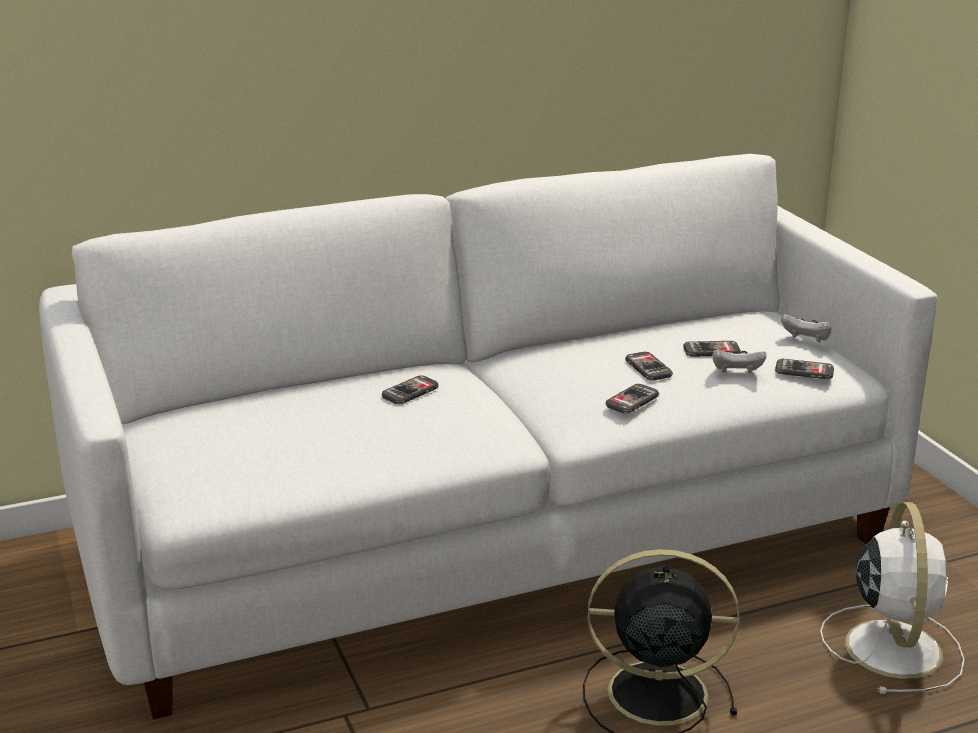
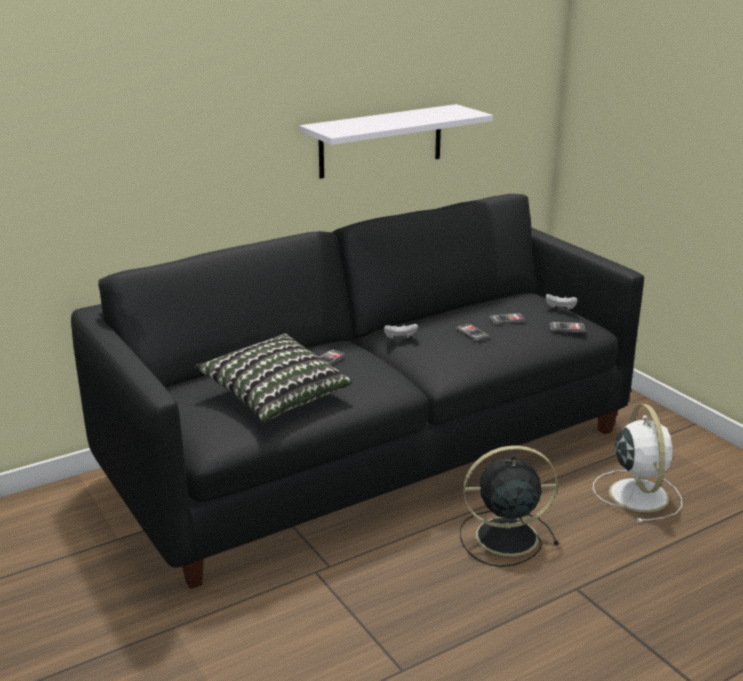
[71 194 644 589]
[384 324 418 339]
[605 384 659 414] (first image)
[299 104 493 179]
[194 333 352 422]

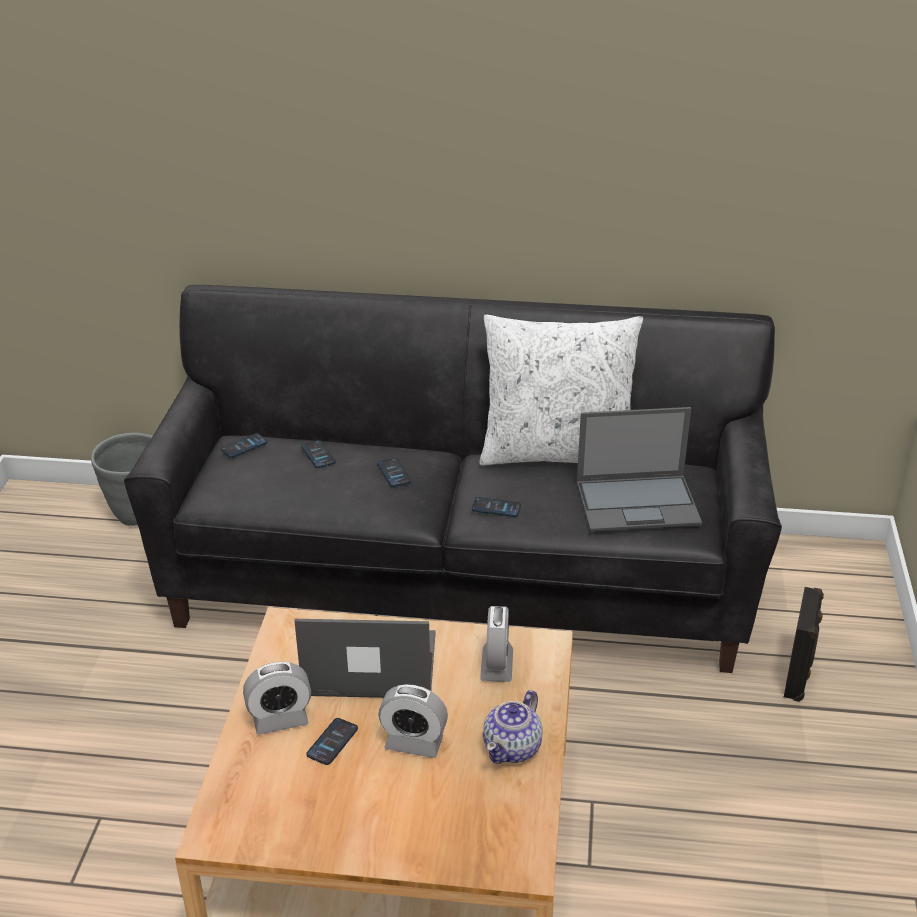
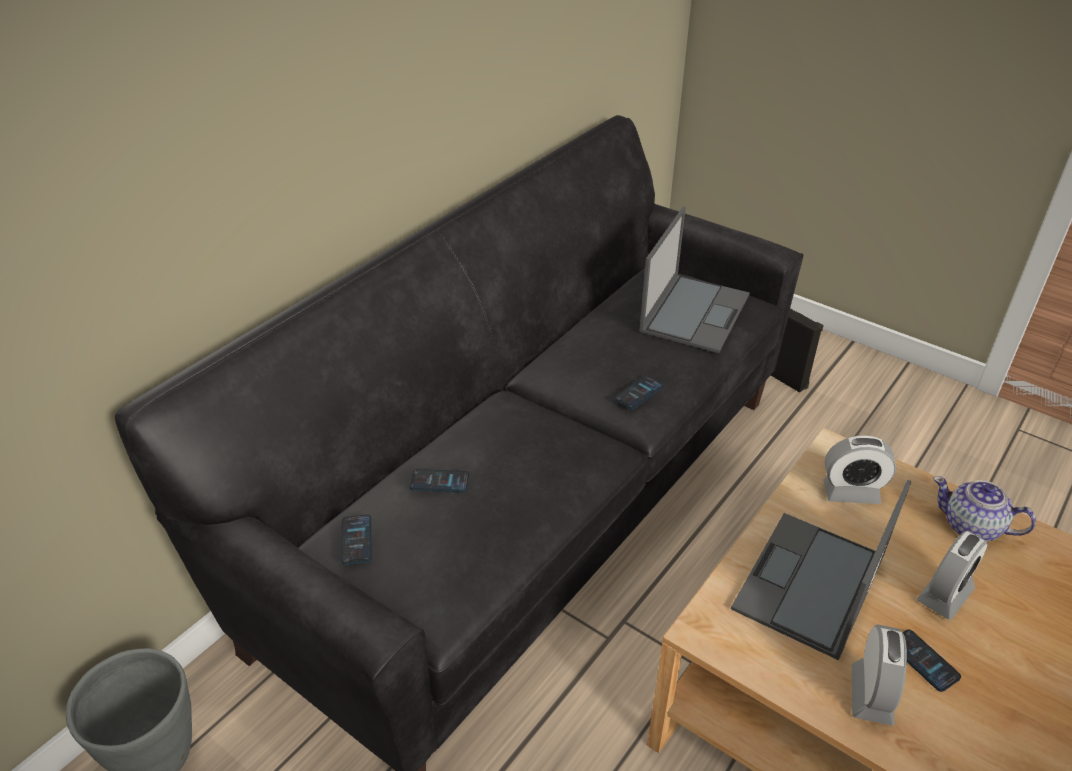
[479 315 643 466] (first image)
[377 458 411 487] (first image)
[823 435 897 504]
[933 476 1036 541]

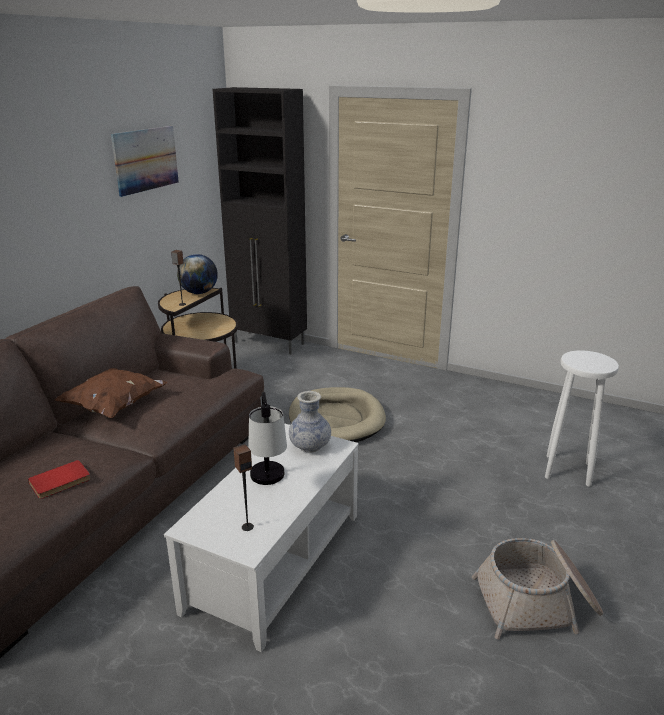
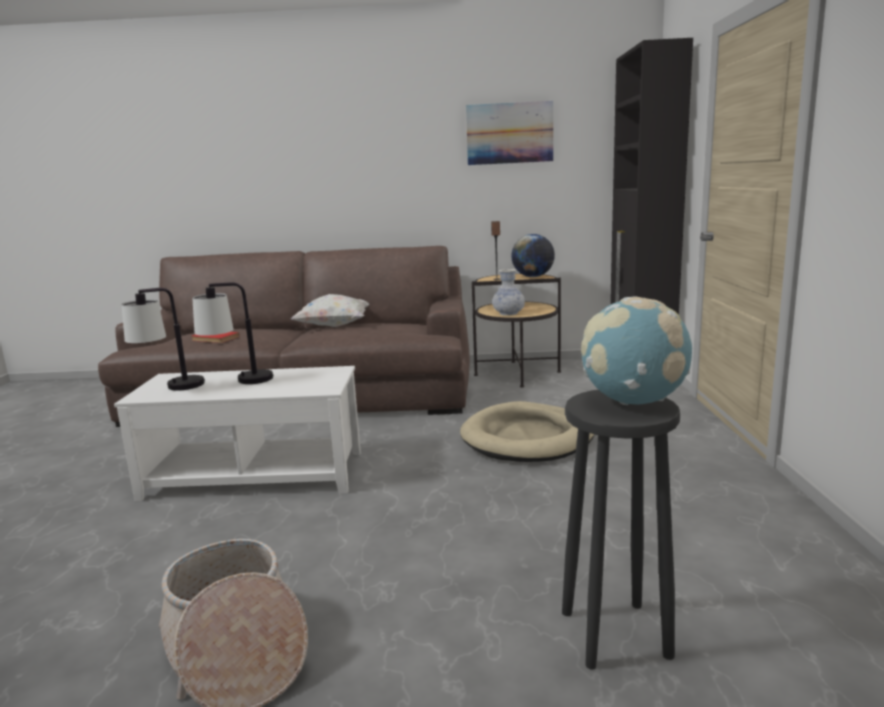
[562 390 680 670]
[291 294 369 327]
[492 269 525 316]
[121 288 205 390]
[581 296 692 405]

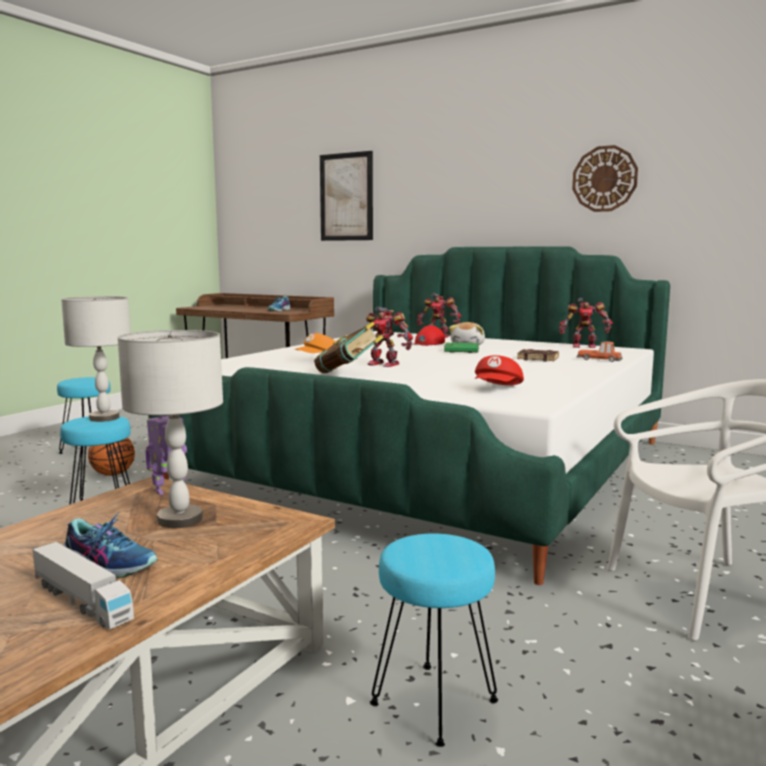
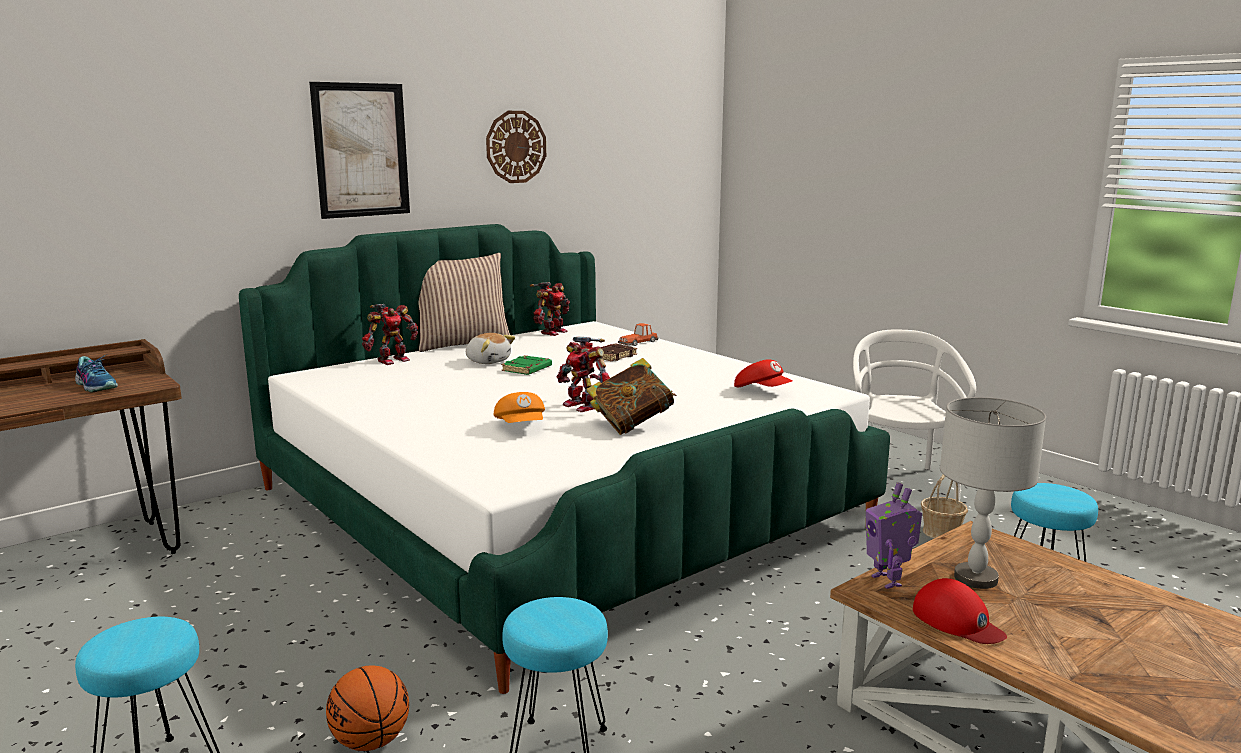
[309 82 410 219]
[61 296 131 422] (first image)
[556 337 610 412]
[913 578 1007 644]
[63 512 157 578] (first image)
[33 542 134 629] (first image)
[418 253 510 352]
[921 475 968 538]

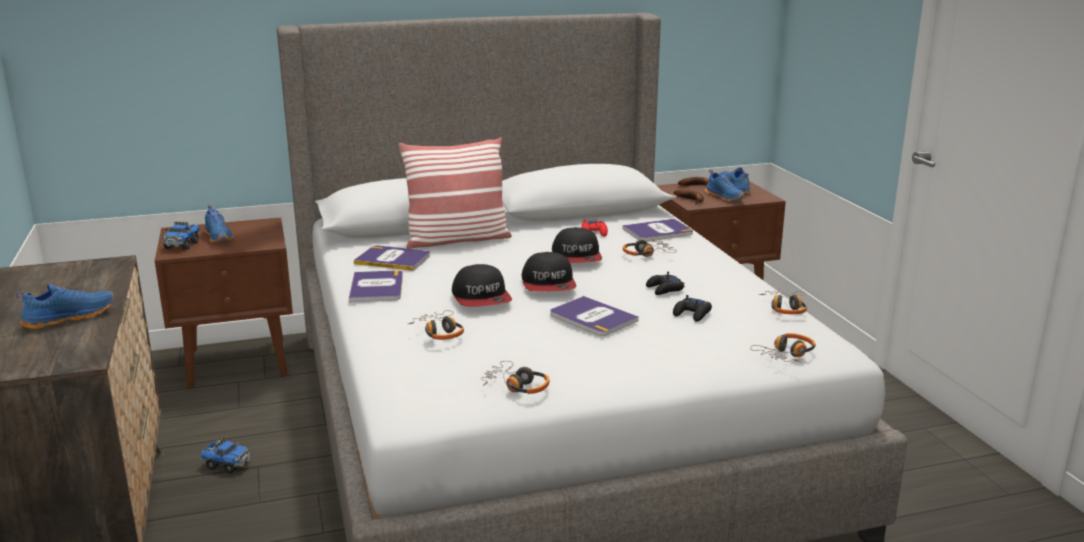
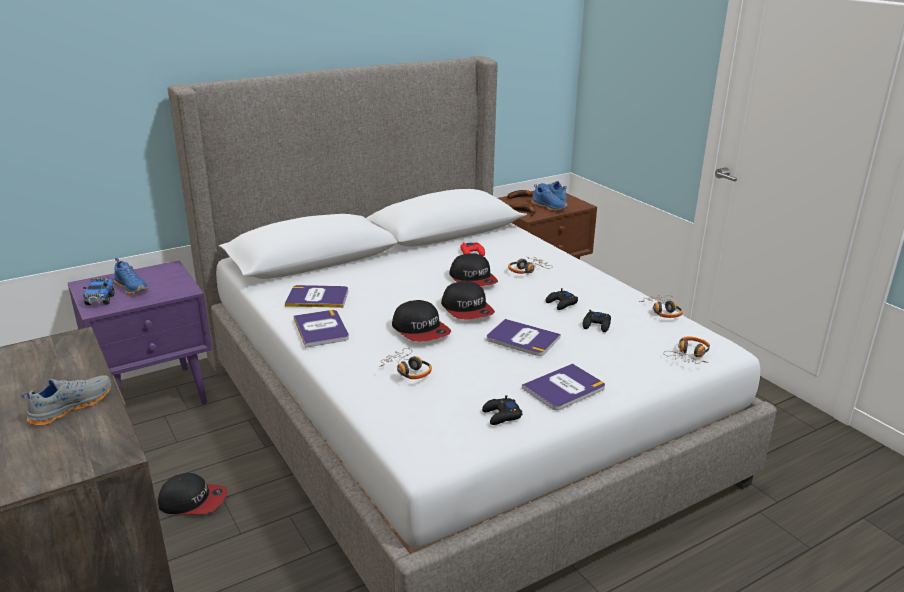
[399 137 512 249] (first image)
[68 260 212 405]
[522 363 605 410]
[21 375 111 426]
[482 395 522 425]
[158 473 227 515]

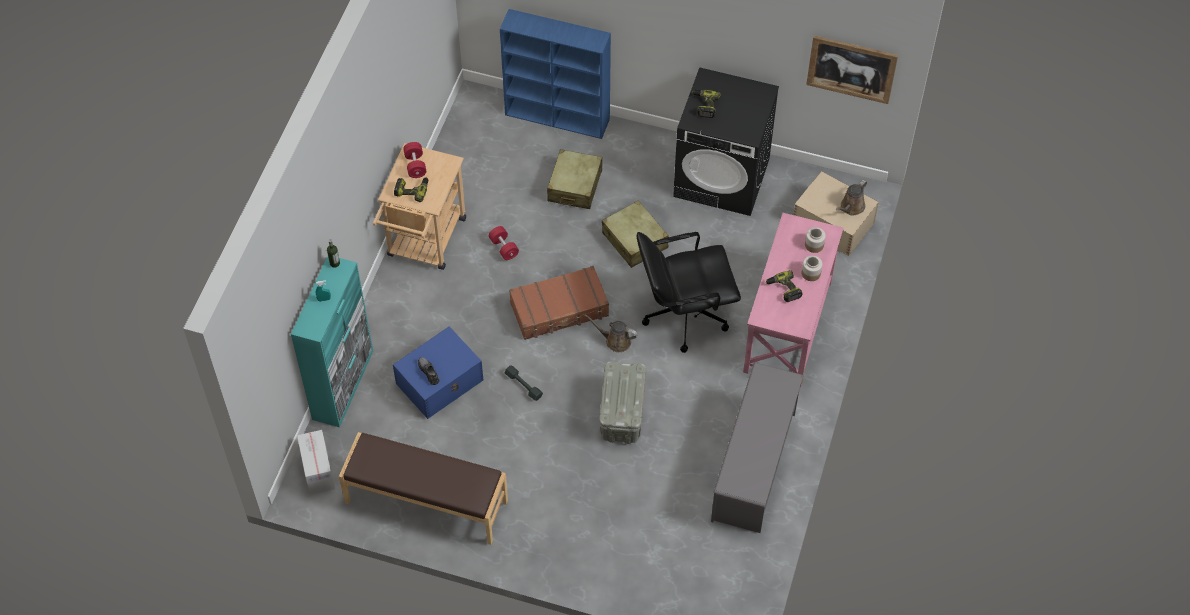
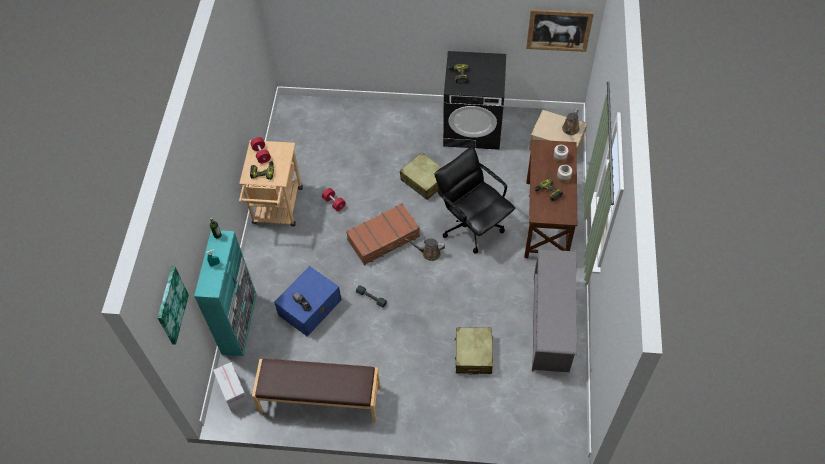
[500 9 611 139] (first image)
[454 327 493 375]
[524 140 577 258]
[434 146 515 254]
[599 361 646 444] (first image)
[157 266 189 345]

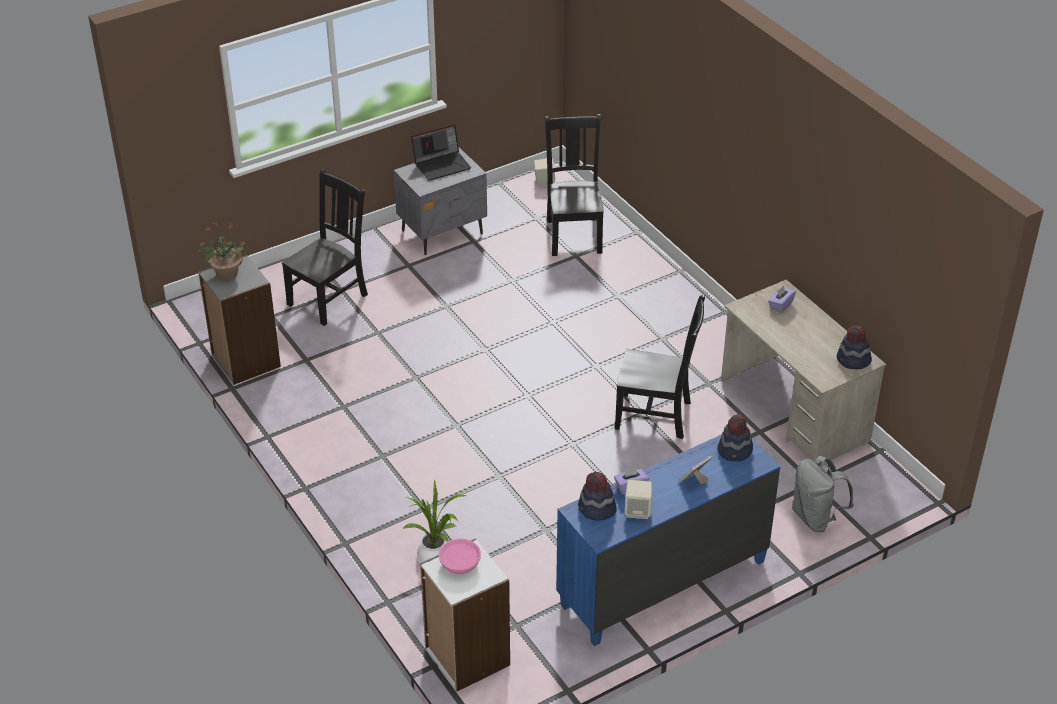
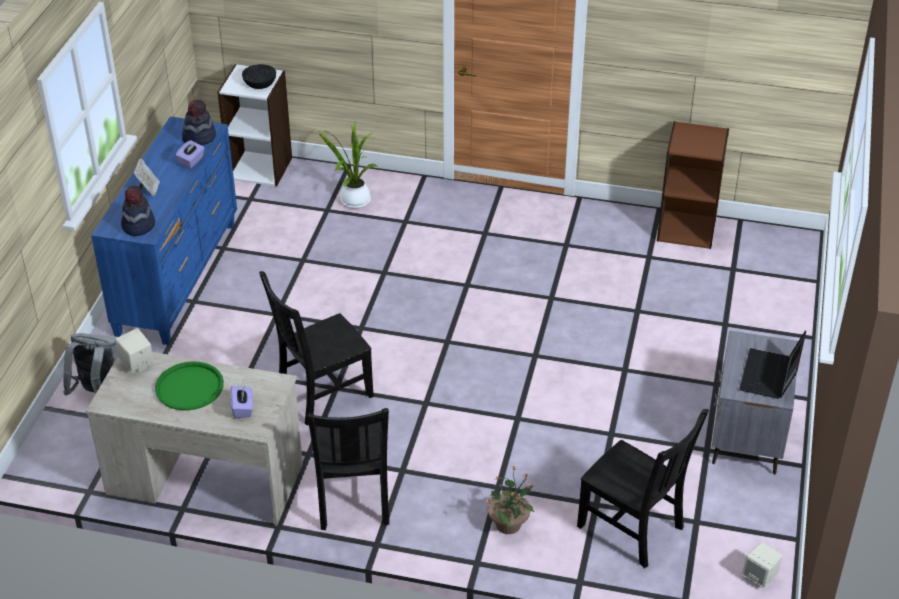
[307 408 389 530]
[484 465 534 534]
[657 121 729 249]
[837 325 872 369] (first image)
[115 328 153 373]
[242 64 276 89]
[155 361 224 411]

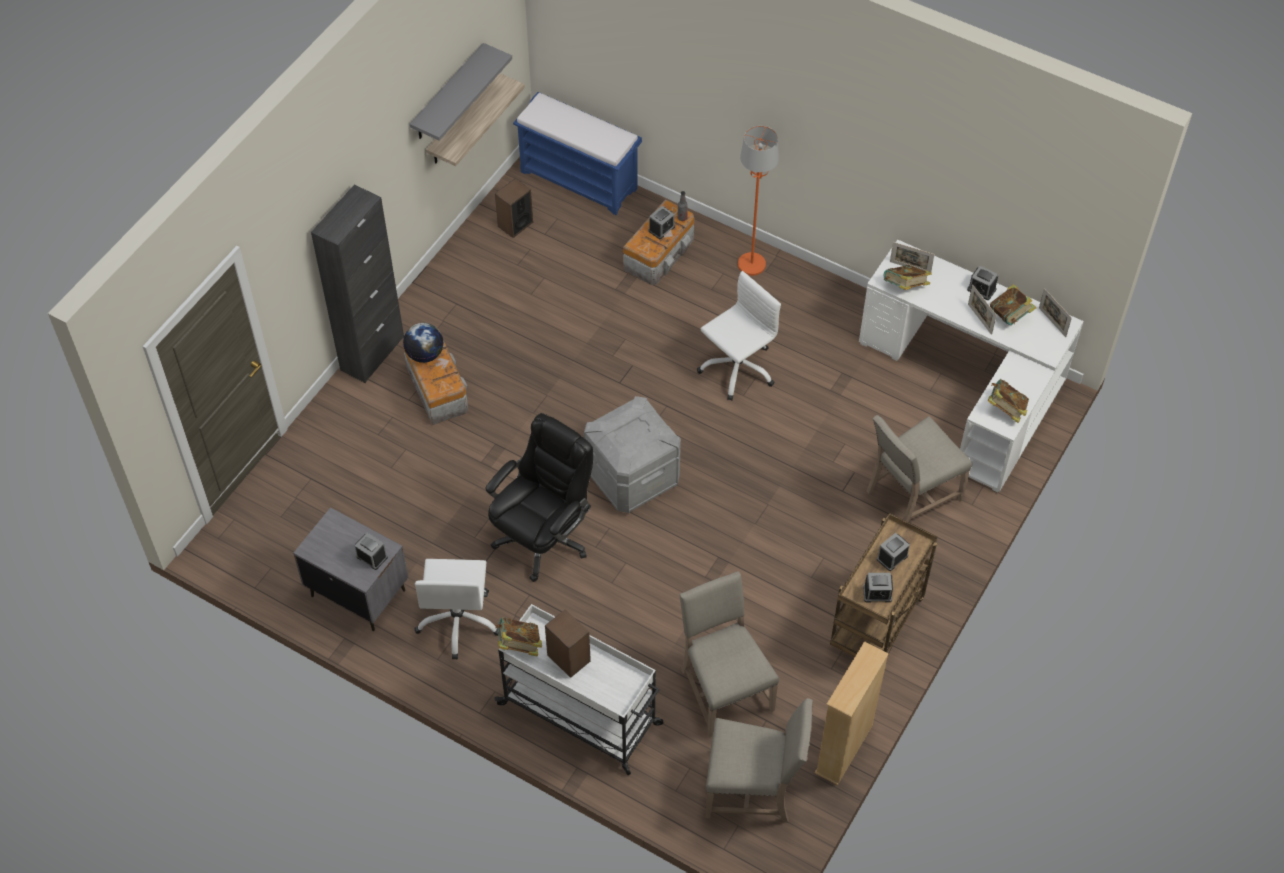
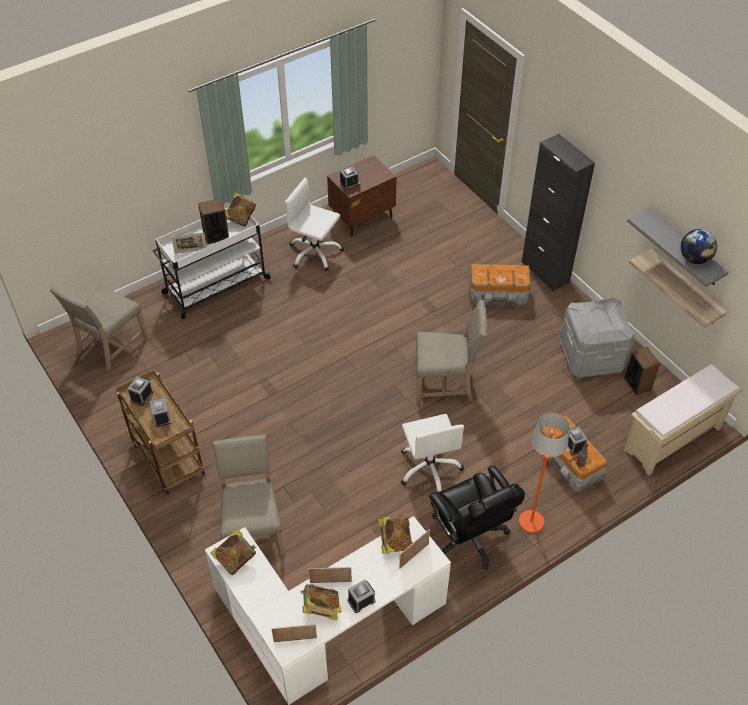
[624 364 742 475]
[681 229 717 264]
[559 298 635 378]
[429 465 525 570]
[327 155 396 237]
[416 300 487 404]
[815 641 888 785] (first image)
[172 232 207 254]

